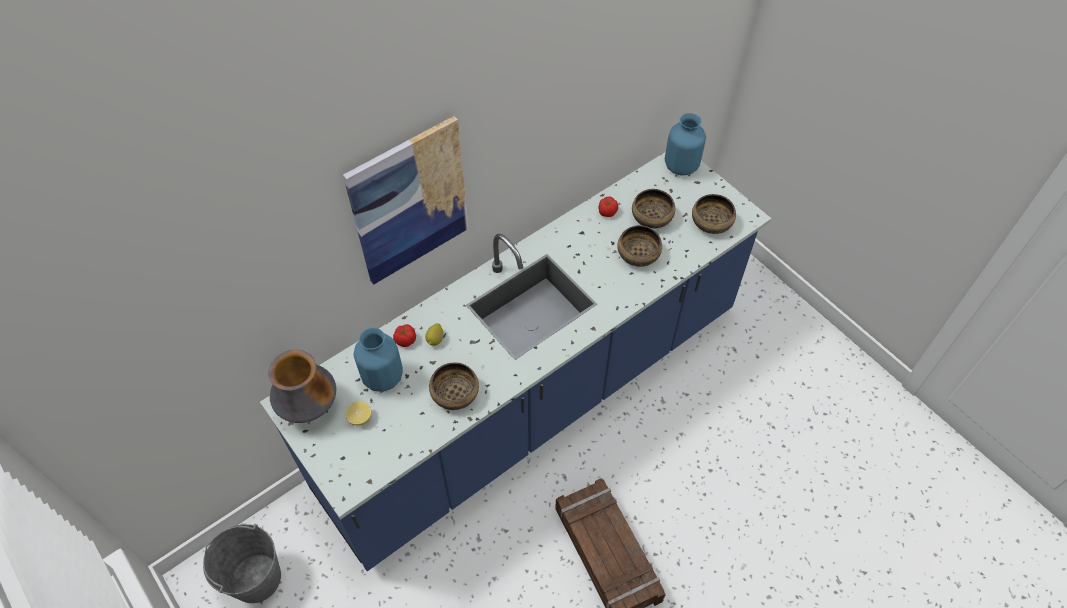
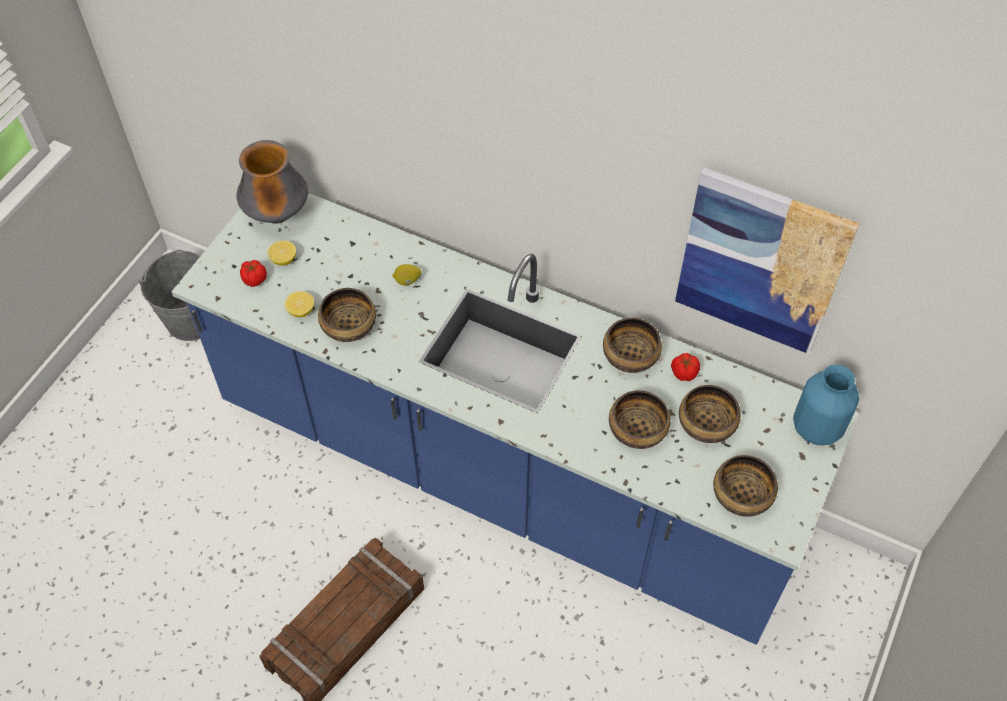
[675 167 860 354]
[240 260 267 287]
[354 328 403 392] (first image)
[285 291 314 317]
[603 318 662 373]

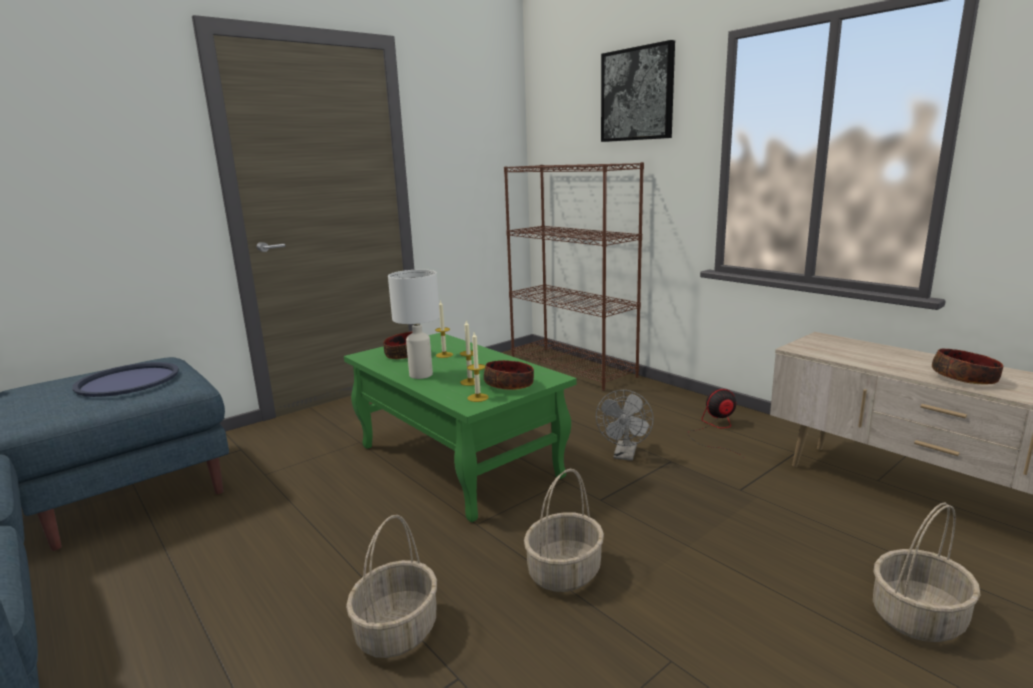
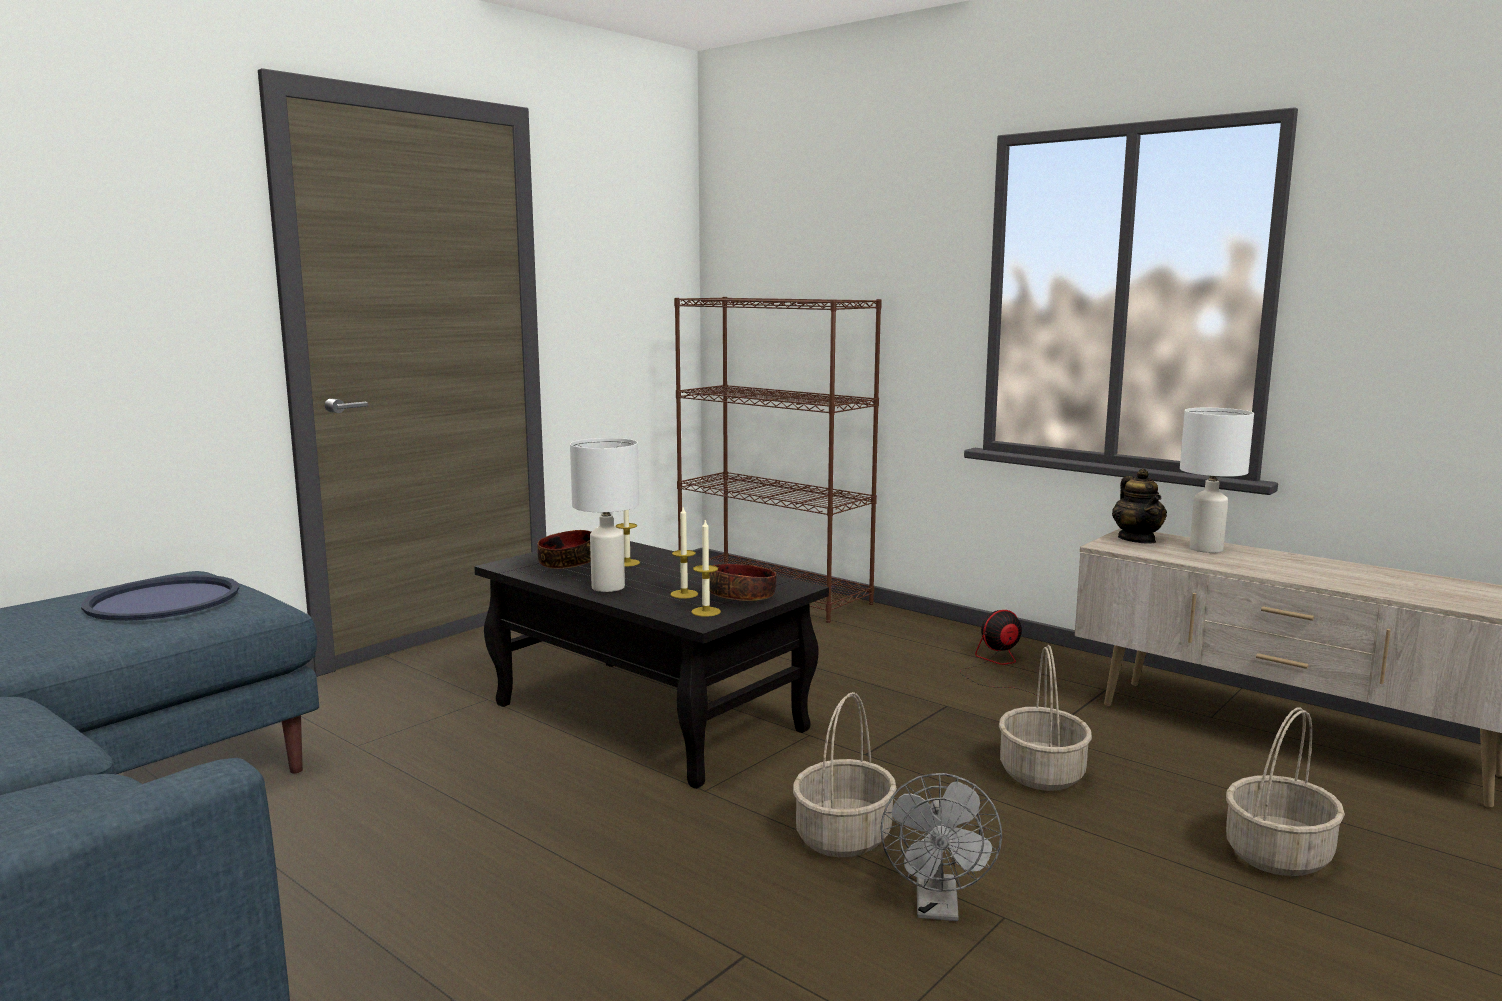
[601 40 675 142] (first image)
[474 541 829 789]
[932 348 1003 384] (first image)
[880 773 1002 921]
[999 645 1092 791]
[1180 408 1254 553]
[1112 469 1167 544]

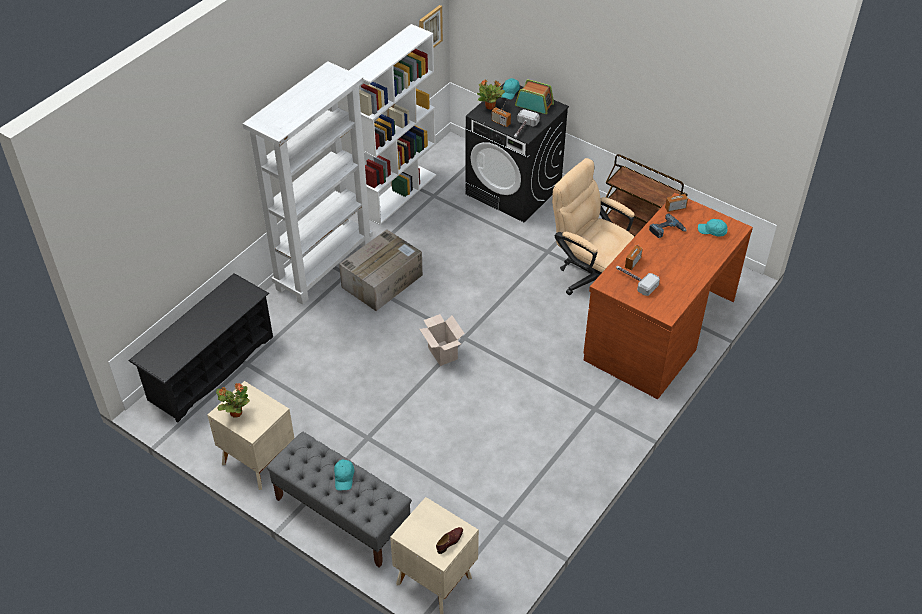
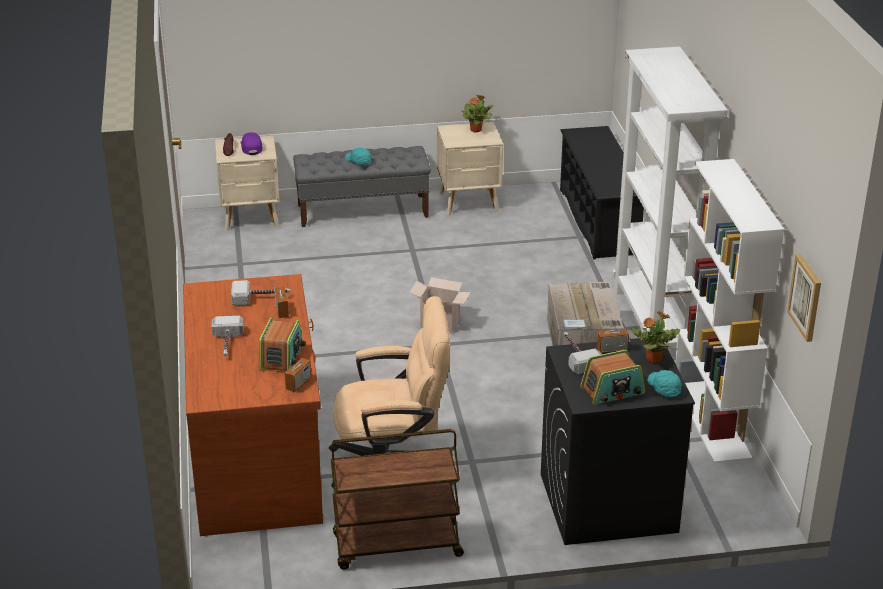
[259 317 306 371]
[698 219 728 237] (first image)
[240 132 263 155]
[212 316 244 357]

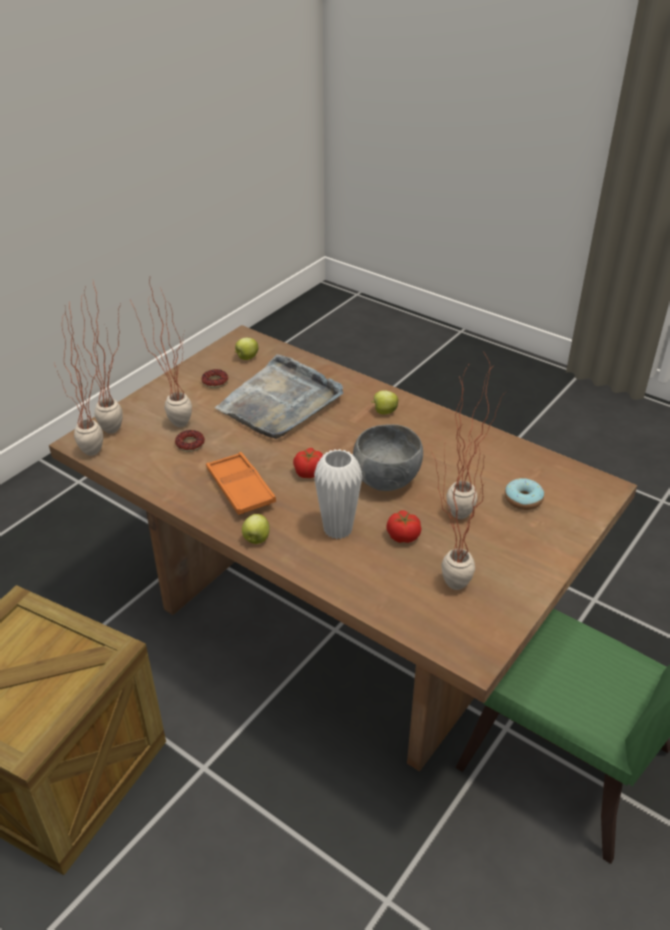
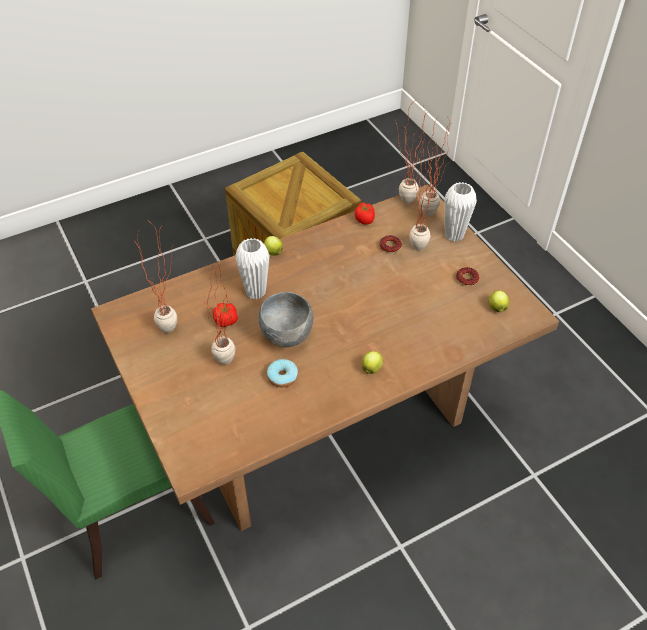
[215 354 343 439] (first image)
[355 203 375 224]
[206 452 276 515] (first image)
[267 359 298 387]
[444 182 477 242]

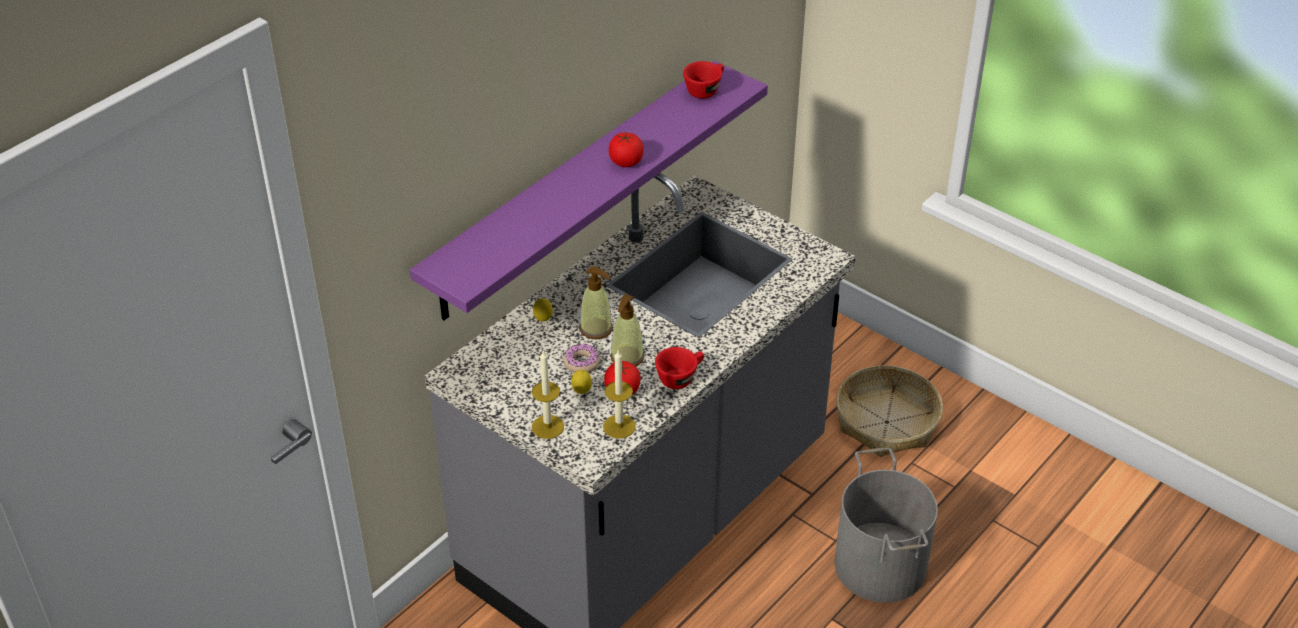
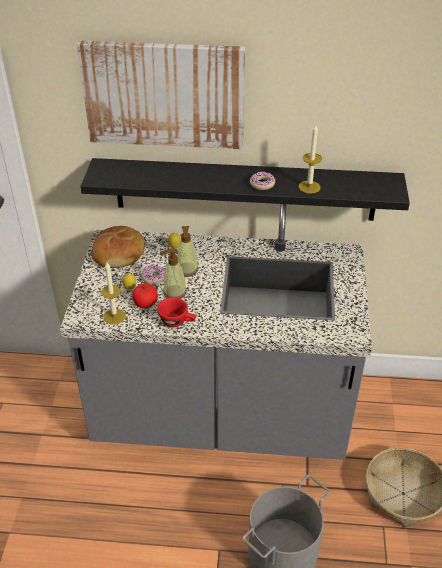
[80 158 410 221]
[683 61 724 99] (first image)
[250 172 275 190]
[299 124 322 194]
[77 40 245 149]
[91 226 145 268]

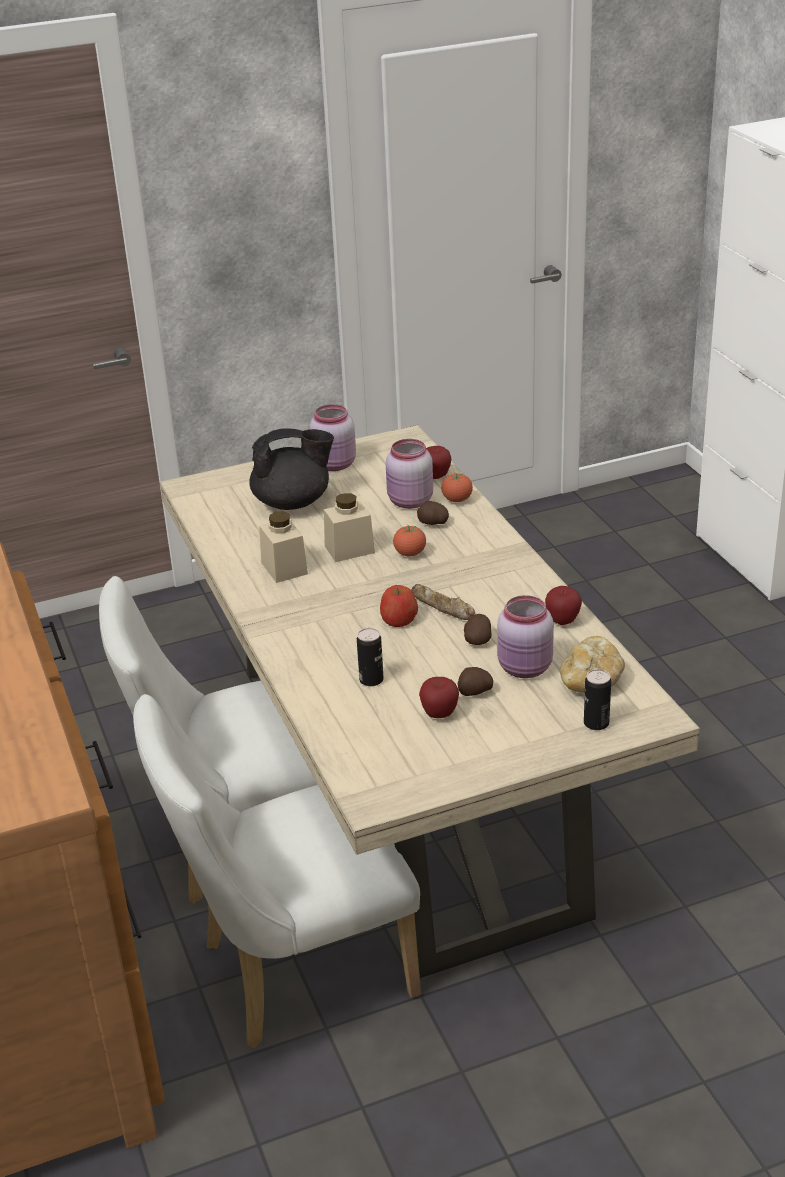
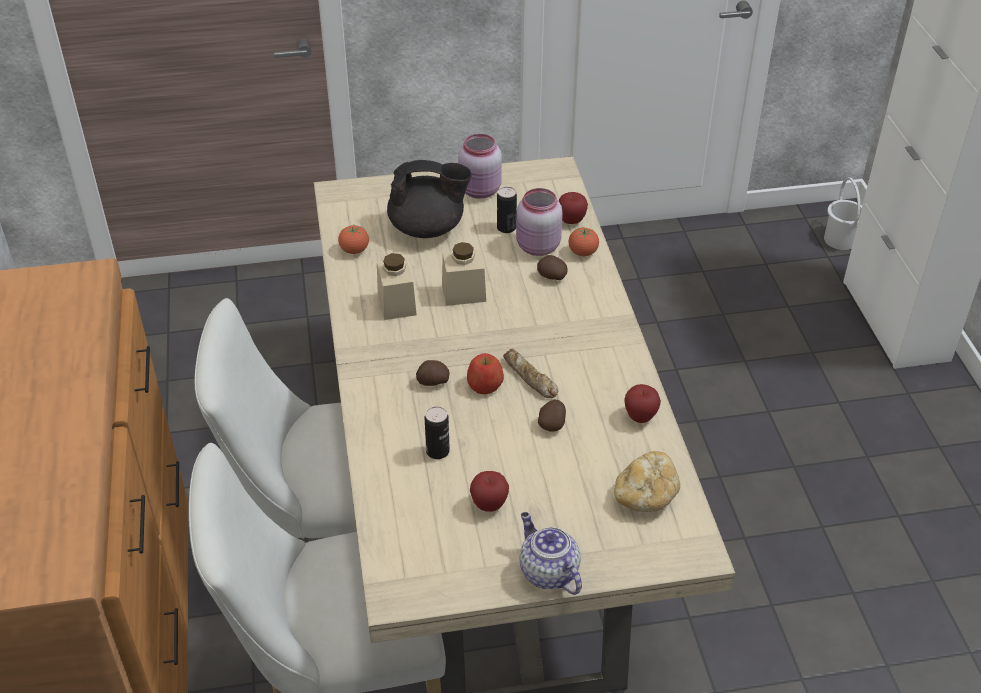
[338 225 369 254]
[497 595 554 678] (first image)
[416 360 450 386]
[497 186 517 233]
[824 177 862 250]
[520 512 582 595]

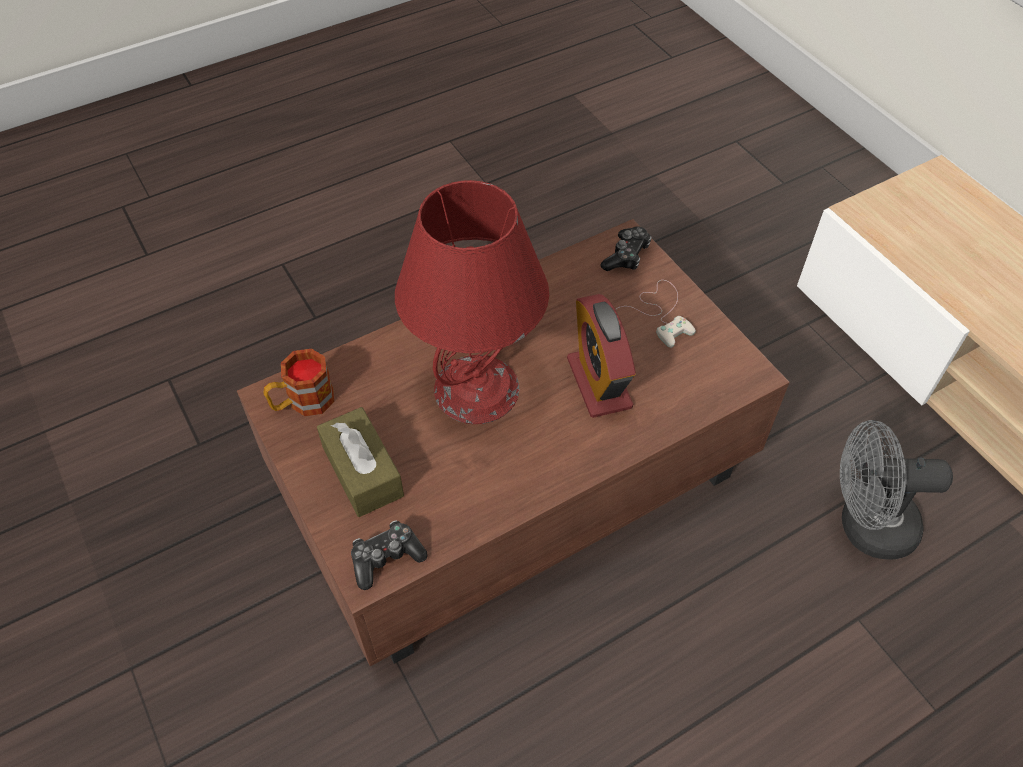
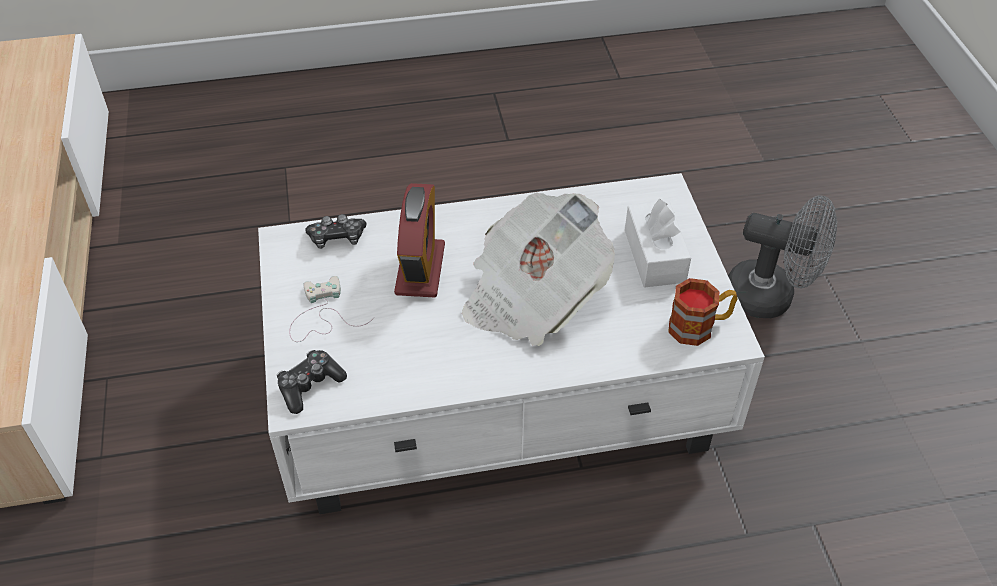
[462 192 615 346]
[258 173 765 514]
[625 199 691 288]
[728 196 837 318]
[305 214 366 249]

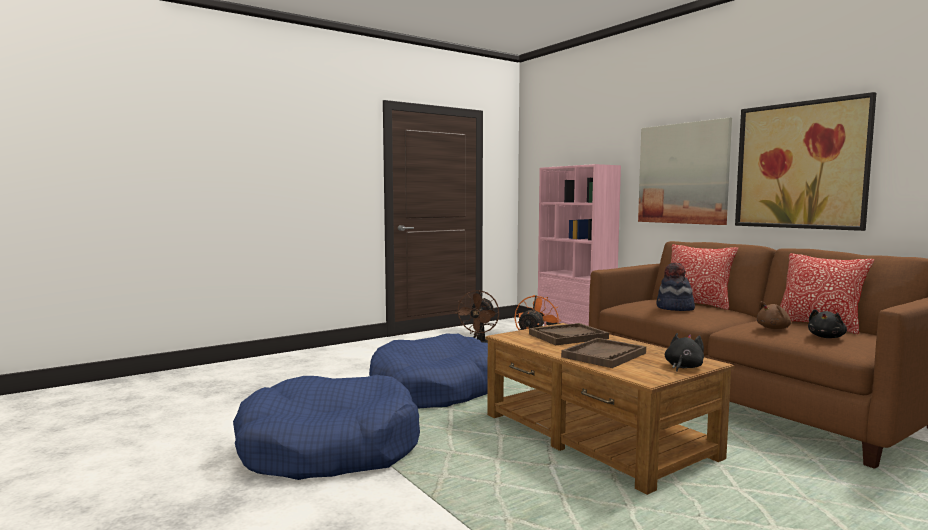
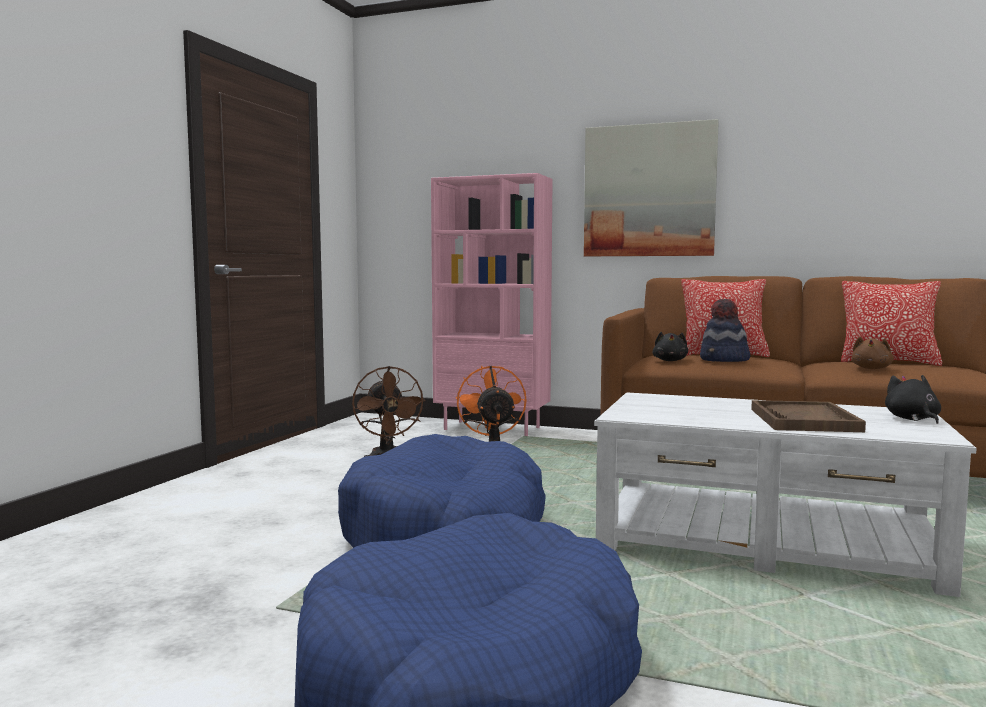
[735 92 876 231] (first image)
[653 332 688 361]
[594 393 977 597]
[529 323 609 345] (first image)

